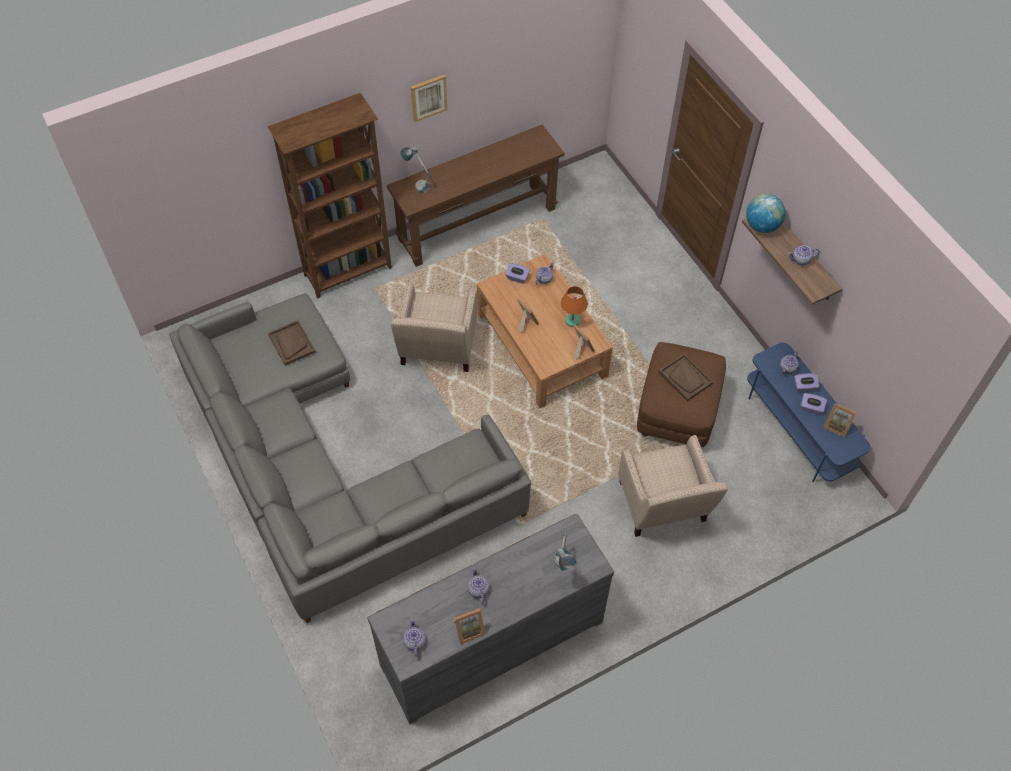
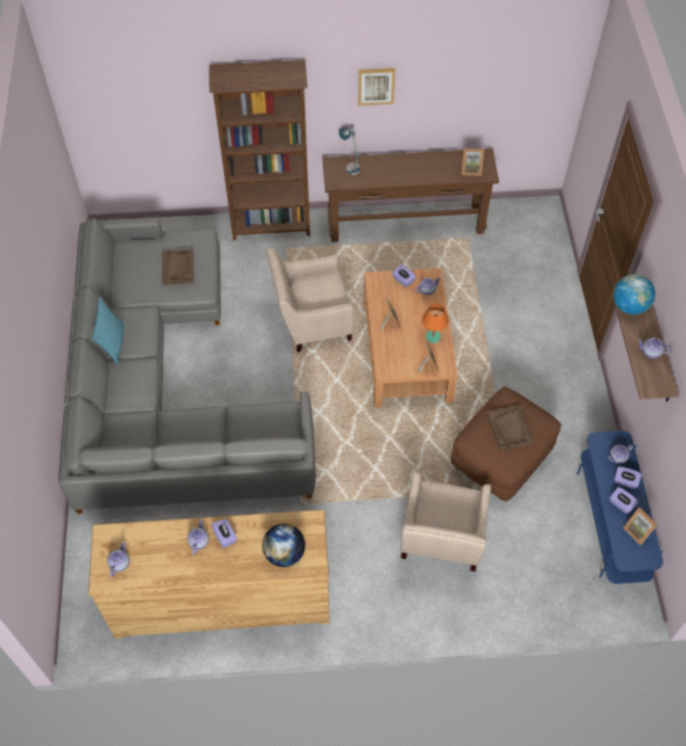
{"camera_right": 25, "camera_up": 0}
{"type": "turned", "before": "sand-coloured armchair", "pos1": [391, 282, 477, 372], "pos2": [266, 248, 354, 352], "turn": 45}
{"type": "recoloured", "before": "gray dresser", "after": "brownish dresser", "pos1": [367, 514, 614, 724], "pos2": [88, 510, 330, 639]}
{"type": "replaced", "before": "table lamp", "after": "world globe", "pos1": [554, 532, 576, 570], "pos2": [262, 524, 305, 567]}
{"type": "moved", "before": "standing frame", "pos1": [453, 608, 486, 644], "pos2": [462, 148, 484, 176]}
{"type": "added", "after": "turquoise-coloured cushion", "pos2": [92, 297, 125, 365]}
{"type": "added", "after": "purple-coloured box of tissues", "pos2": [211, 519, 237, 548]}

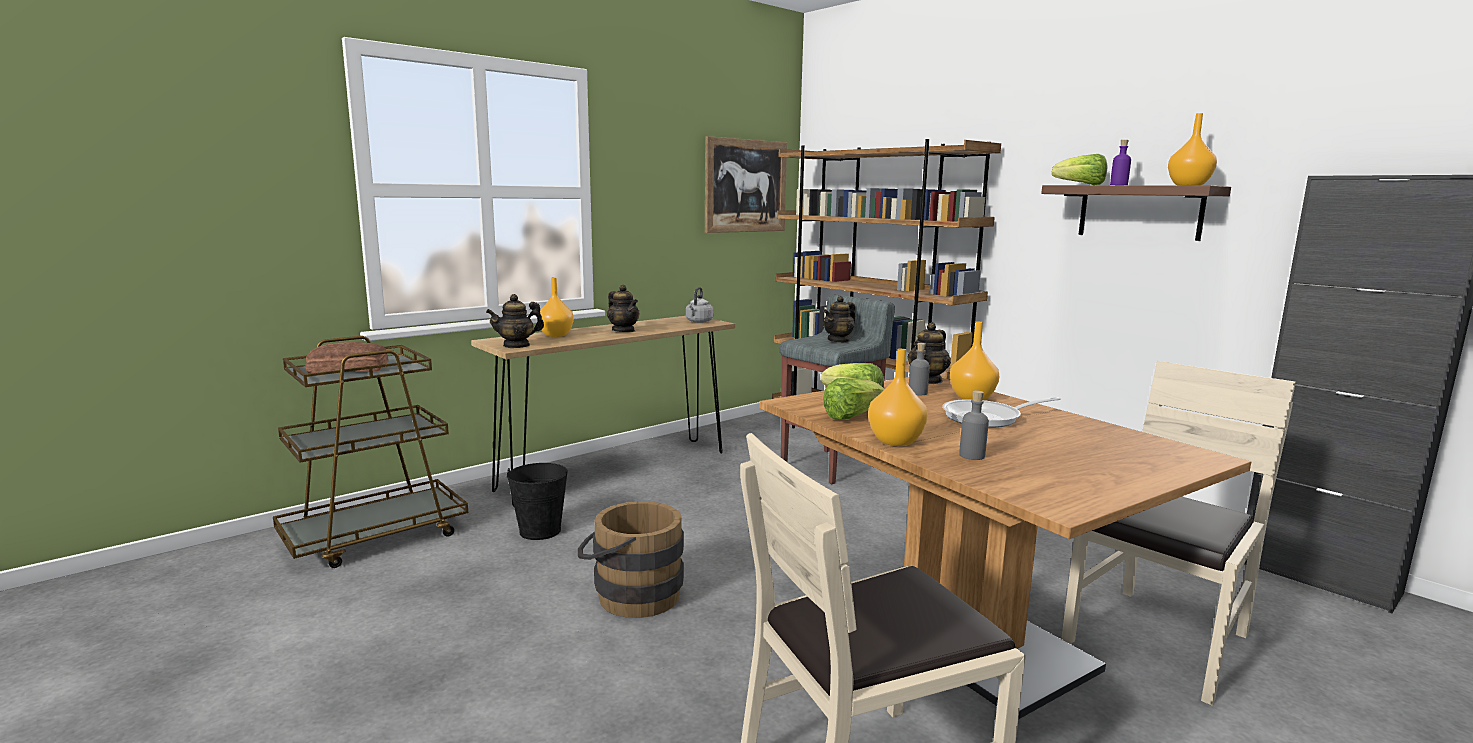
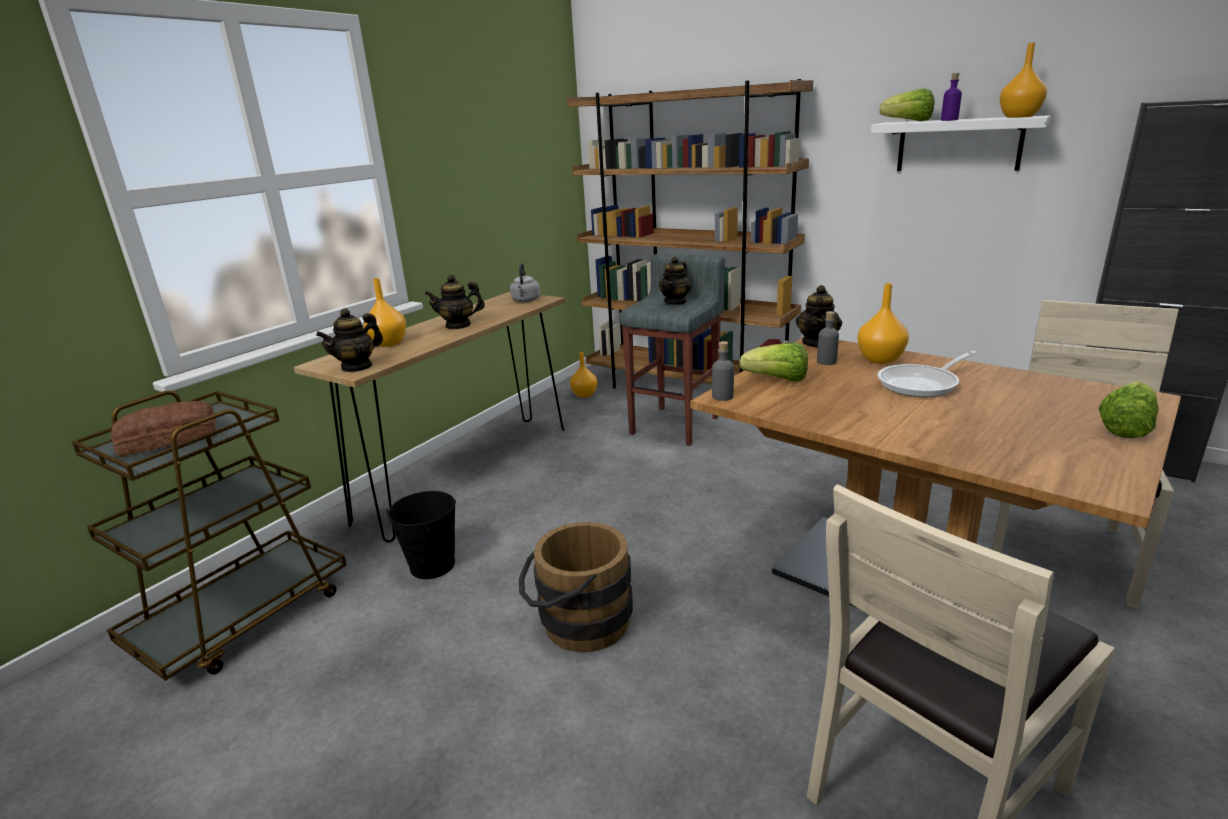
{"camera_right": -15, "camera_up": 10}
{"type": "removed", "before": "wall art", "pos1": [705, 136, 787, 233]}
{"type": "recoloured", "before": "brownish bracket shelf", "after": "white-coloured bracket shelf", "pos1": [1041, 185, 1231, 241], "pos2": [871, 115, 1051, 171]}
{"type": "turned", "before": "tea pot", "pos1": [607, 285, 639, 332], "pos2": [425, 275, 485, 329], "turn": 135}
{"type": "moved", "before": "orange decorative vase", "pos1": [868, 348, 928, 446], "pos2": [570, 352, 597, 398]}
{"type": "moved", "before": "lettuce", "pos1": [823, 378, 885, 420], "pos2": [1098, 382, 1158, 438]}
{"type": "moved", "before": "gray bottle", "pos1": [959, 390, 989, 460], "pos2": [712, 341, 734, 401]}

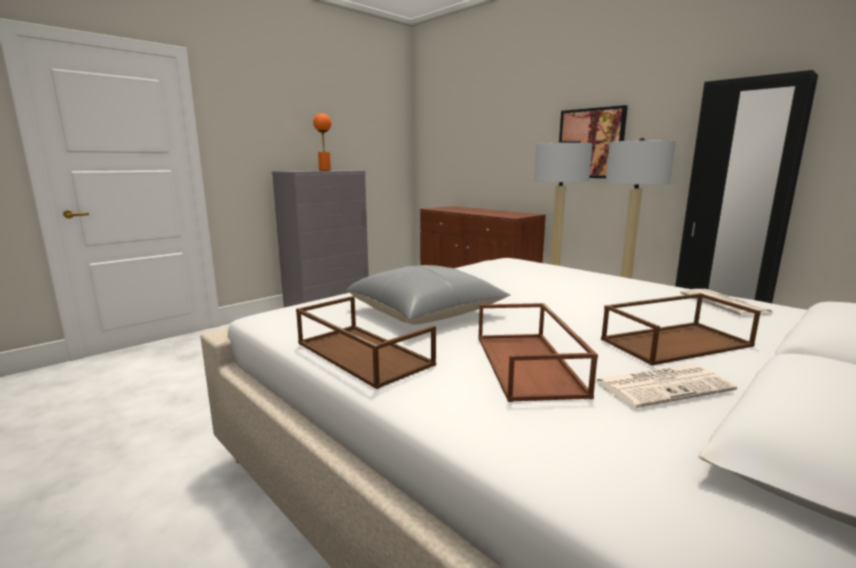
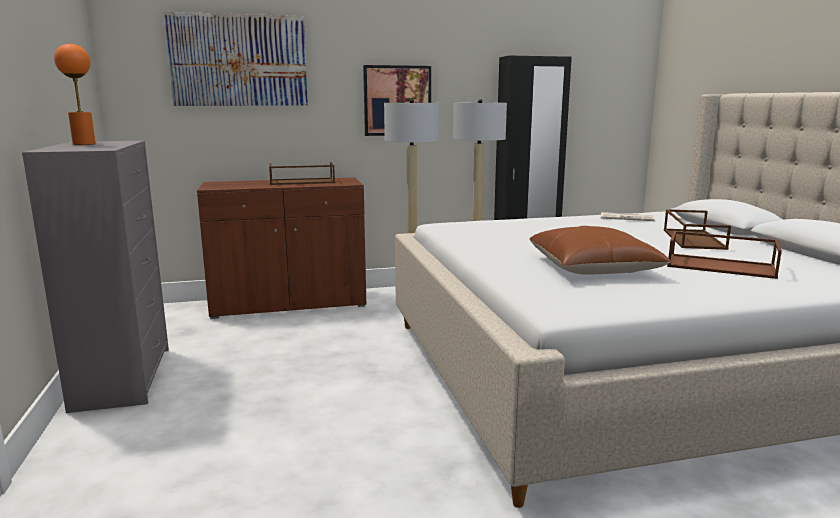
{"camera_right": -60, "camera_up": 0}
{"type": "recoloured", "before": "gray cushion", "after": "brownish cushion", "pos1": [347, 265, 510, 325], "pos2": [530, 226, 671, 275]}
{"type": "moved", "before": "brownish tray", "pos1": [296, 296, 436, 389], "pos2": [269, 162, 335, 185]}
{"type": "removed", "before": "printed paper", "pos1": [595, 364, 737, 408]}
{"type": "added", "after": "wall art", "pos2": [164, 12, 308, 106]}

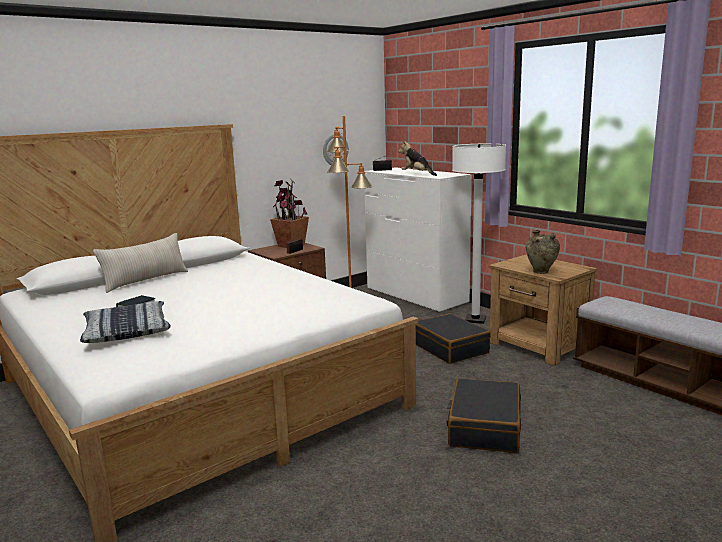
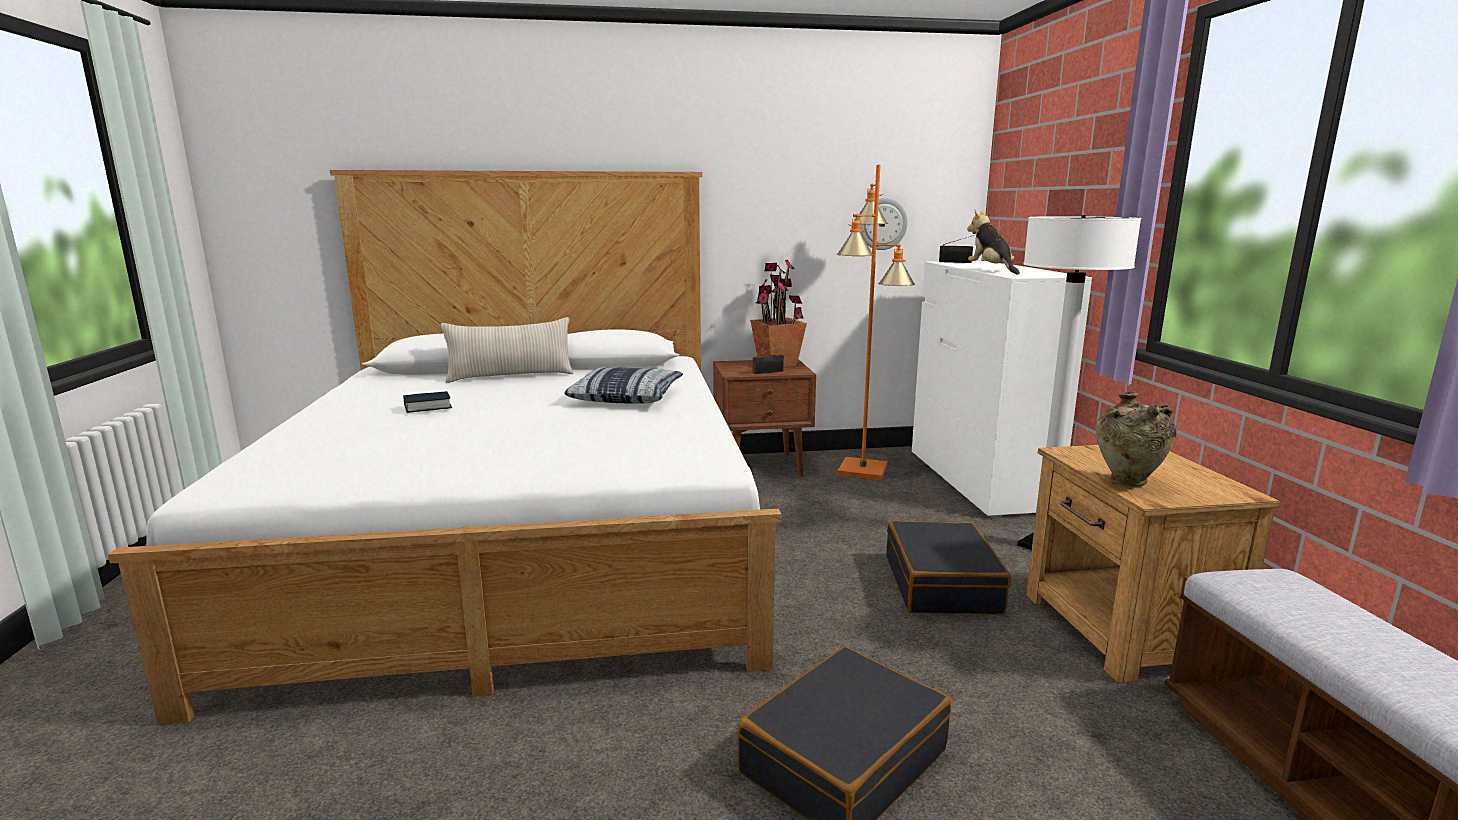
{"camera_right": 30, "camera_up": 0}
{"type": "moved", "before": "cushion", "pos1": [80, 301, 171, 343], "pos2": [564, 367, 683, 403]}

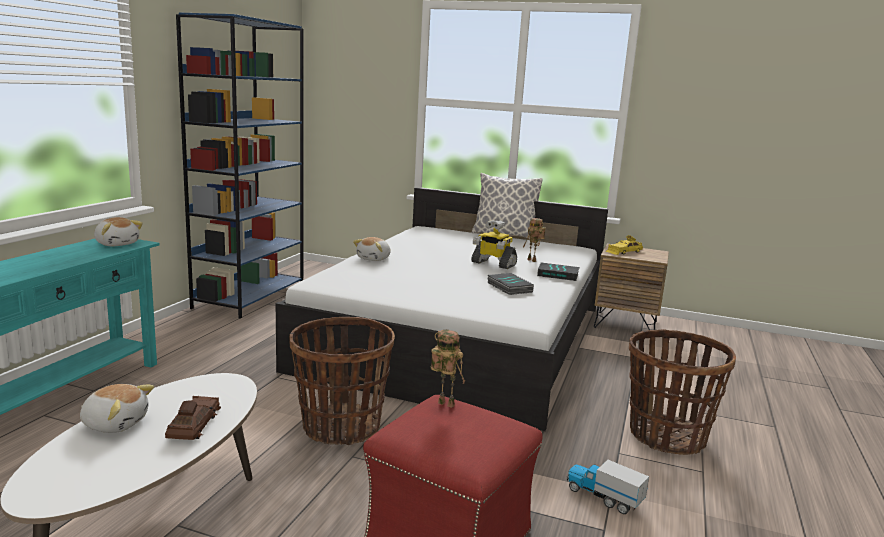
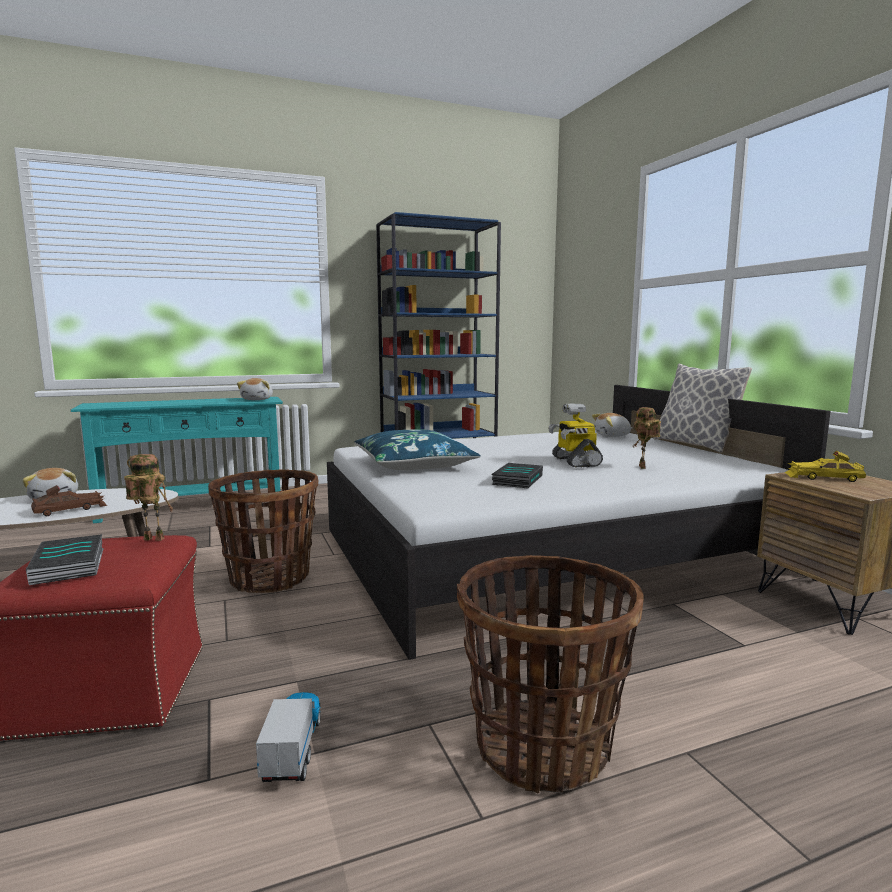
{"camera_right": 50, "camera_up": -5}
{"type": "moved", "before": "soft toy", "pos1": [353, 237, 391, 261], "pos2": [592, 413, 633, 437]}
{"type": "moved", "before": "volume", "pos1": [537, 263, 580, 281], "pos2": [26, 534, 104, 585]}
{"type": "turned", "before": "robot figure", "pos1": [431, 330, 465, 408], "pos2": [124, 454, 173, 541], "turn": -75}
{"type": "added", "after": "blue-coloured cushion", "pos2": [354, 429, 481, 470]}

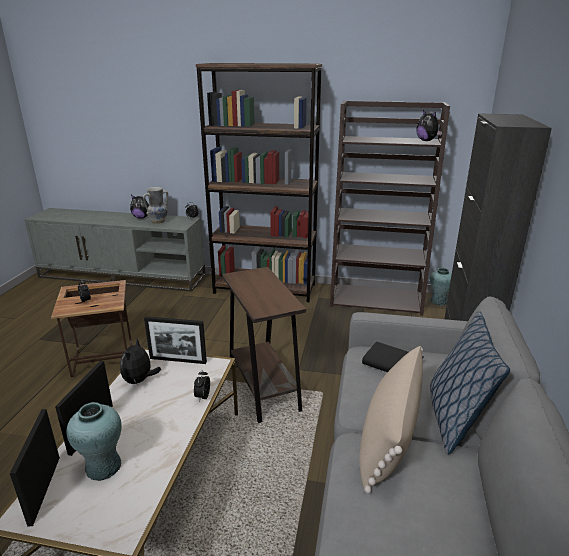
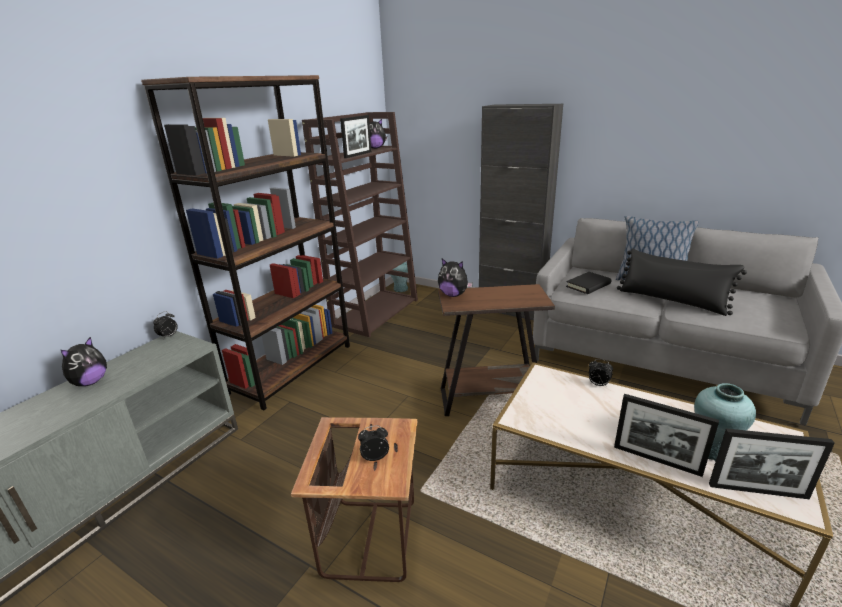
{"camera_right": -70, "camera_up": 0}
{"type": "removed", "before": "decorative vase", "pos1": [143, 187, 168, 224]}
{"type": "moved", "before": "standing frame", "pos1": [144, 316, 207, 364], "pos2": [340, 115, 371, 158]}
{"type": "moved", "before": "soft toy", "pos1": [120, 339, 161, 384], "pos2": [438, 259, 473, 297]}
{"type": "recoloured", "before": "sand-coloured cushion", "after": "black-coloured cushion", "pos1": [359, 346, 423, 494], "pos2": [617, 248, 747, 316]}

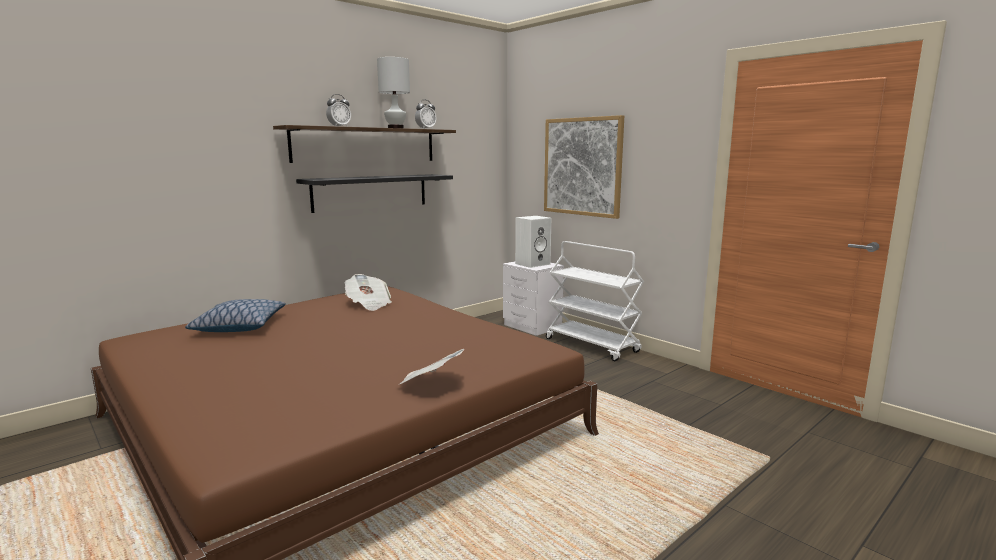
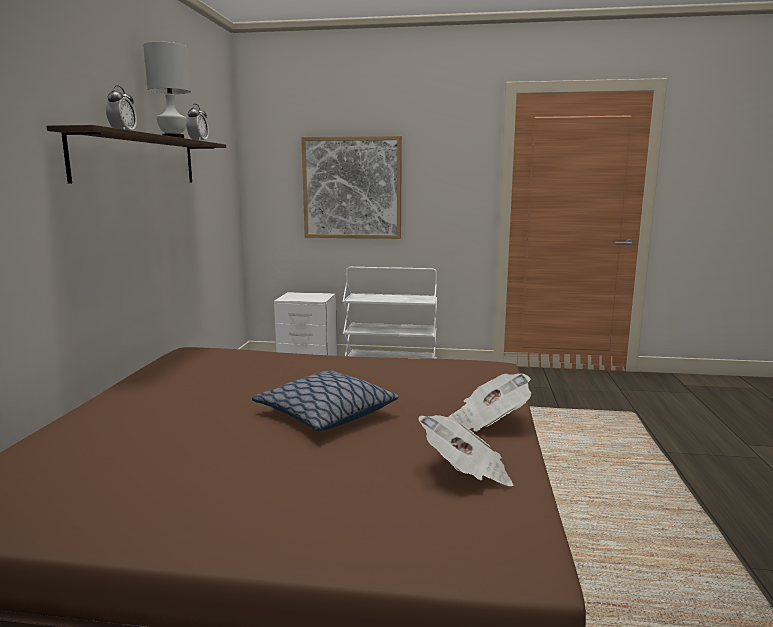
{"camera_right": -40, "camera_up": 0}
{"type": "removed", "before": "black-coloured bracket shelf", "pos1": [296, 174, 453, 213]}
{"type": "removed", "before": "white-coloured speaker", "pos1": [515, 216, 551, 268]}
{"type": "moved", "before": "printed paper", "pos1": [345, 274, 392, 311], "pos2": [419, 415, 513, 486]}
{"type": "moved", "before": "cushion", "pos1": [185, 299, 285, 332], "pos2": [252, 371, 399, 431]}

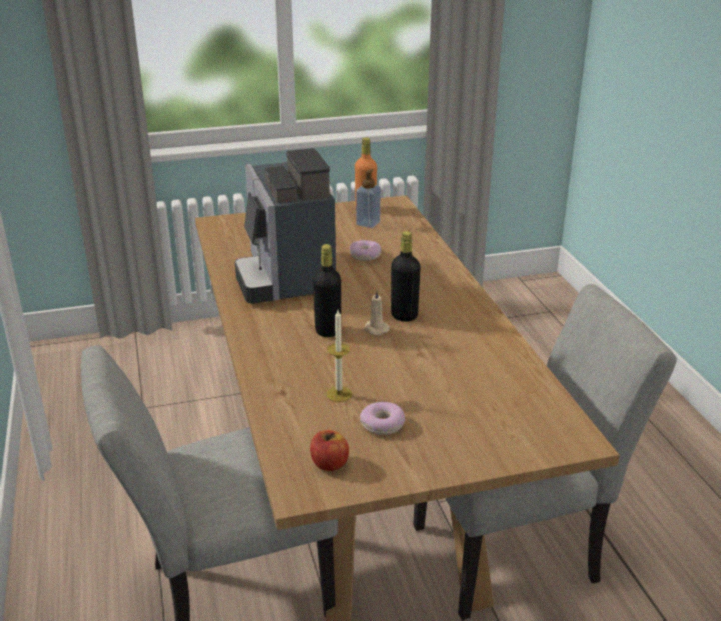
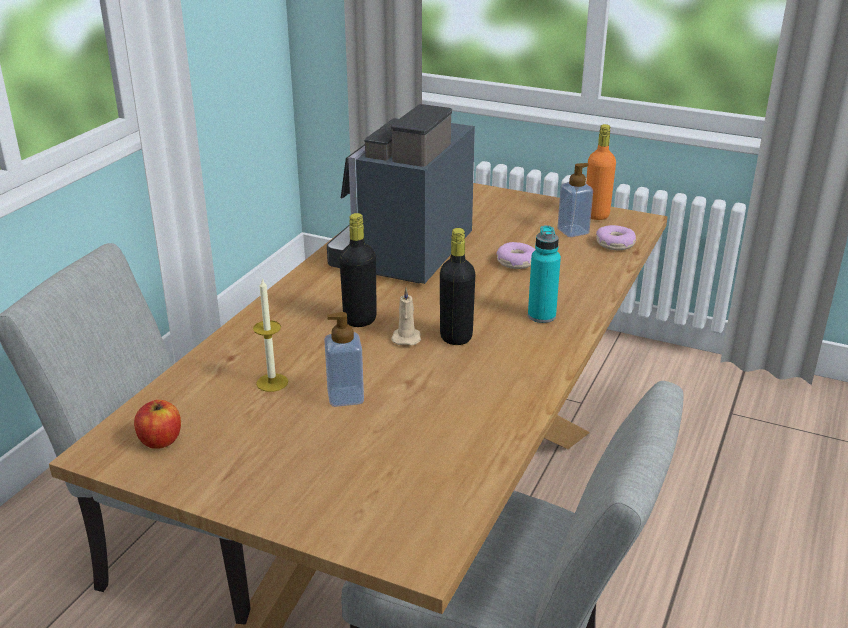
{"camera_right": 40, "camera_up": 0}
{"type": "moved", "before": "ring doughnut", "pos1": [360, 402, 405, 435], "pos2": [596, 225, 636, 250]}
{"type": "added", "after": "turquoise-coloured bottle", "pos2": [528, 225, 561, 323]}
{"type": "added", "after": "soap bottle", "pos2": [324, 312, 364, 407]}

